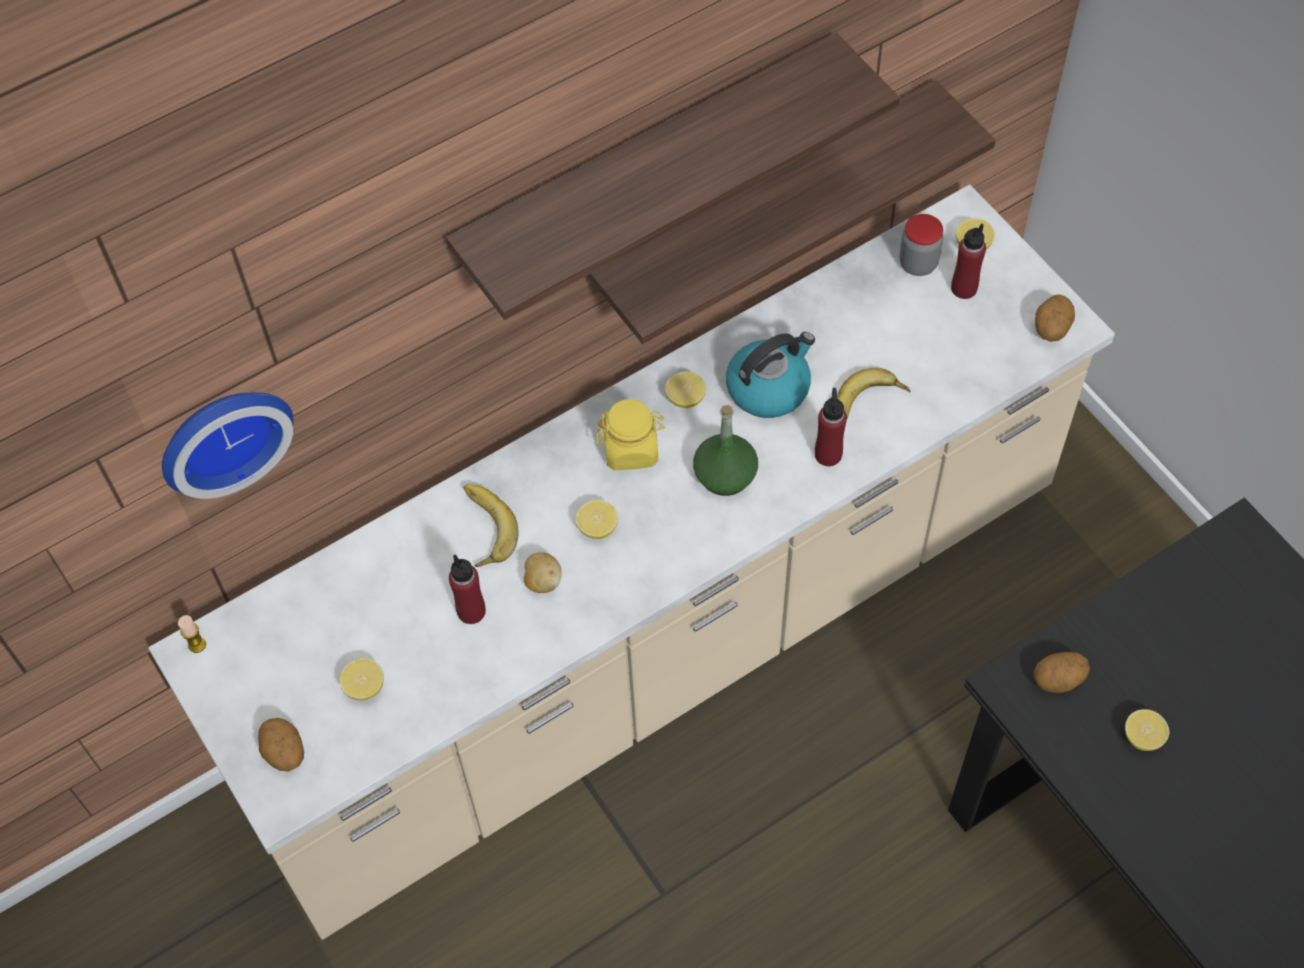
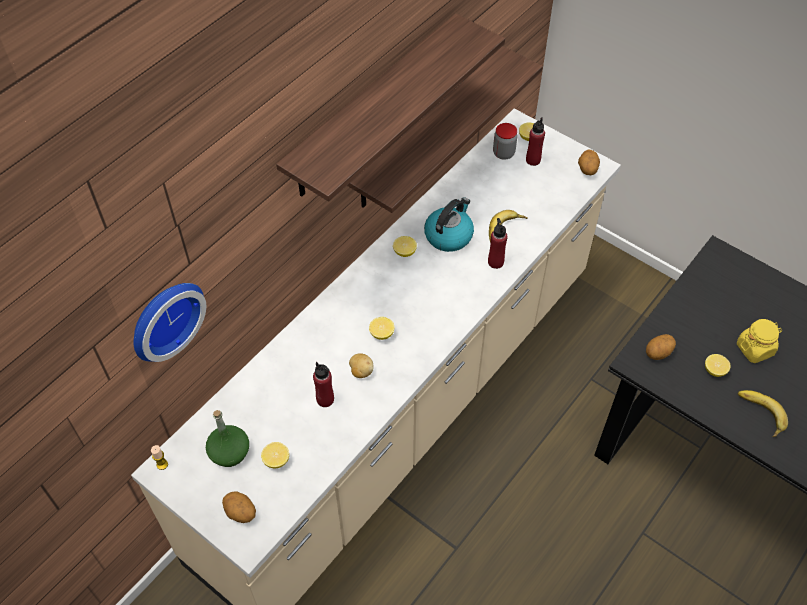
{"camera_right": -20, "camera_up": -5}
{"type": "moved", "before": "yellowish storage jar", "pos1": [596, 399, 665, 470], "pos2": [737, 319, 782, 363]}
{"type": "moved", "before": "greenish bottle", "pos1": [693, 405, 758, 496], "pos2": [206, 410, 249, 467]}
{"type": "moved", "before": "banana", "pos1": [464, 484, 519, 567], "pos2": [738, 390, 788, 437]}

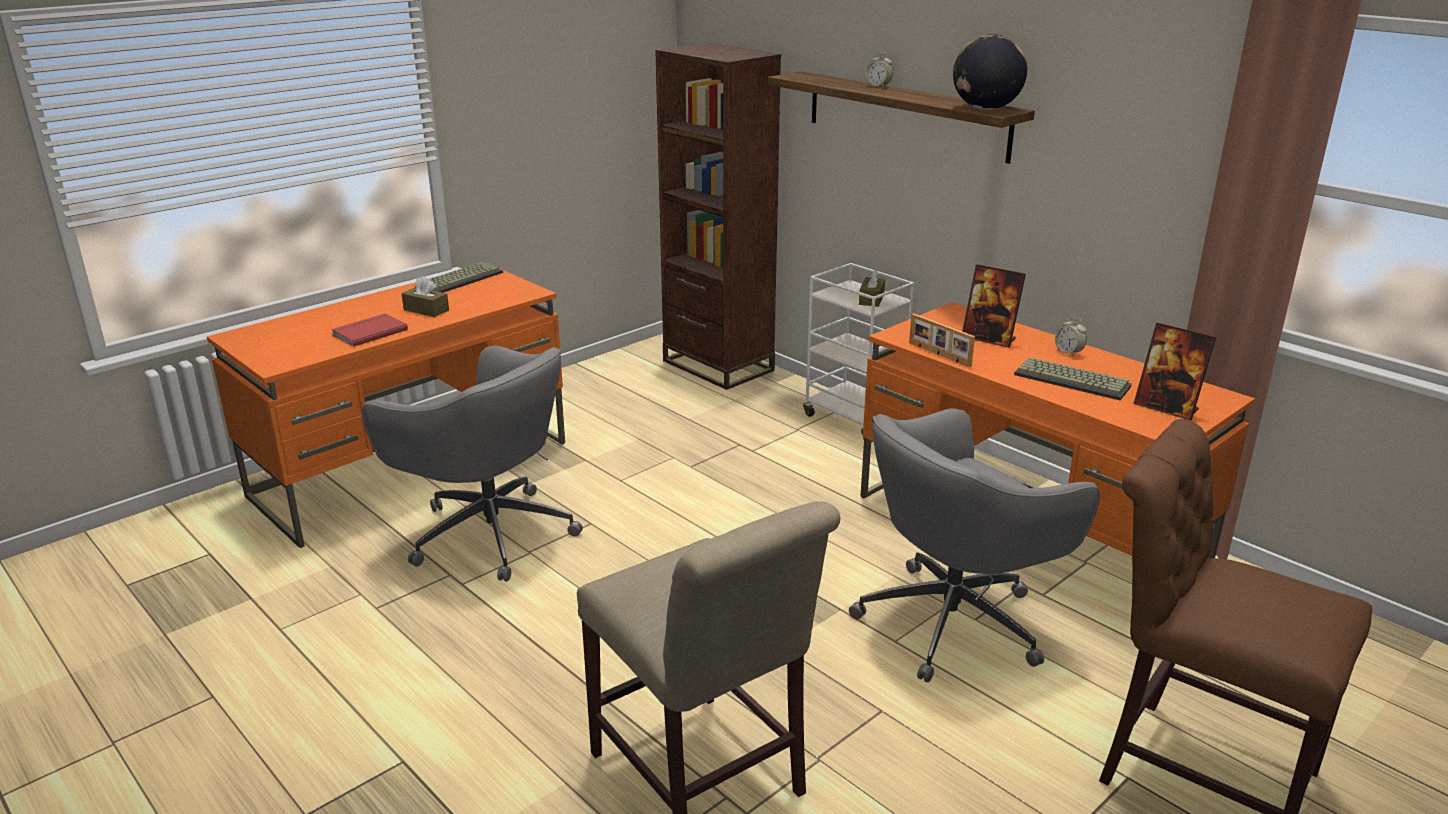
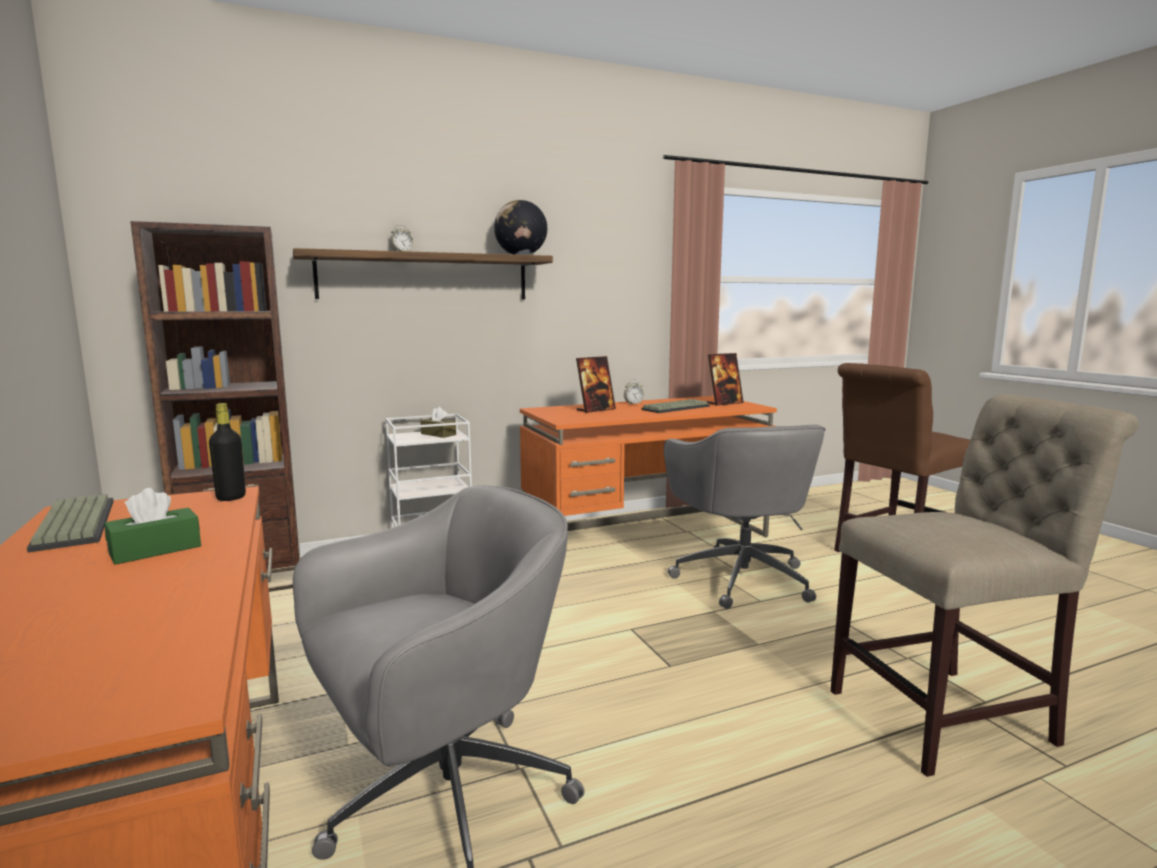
{"camera_right": -70, "camera_up": -15}
{"type": "recoloured", "before": "brownish box of tissues", "after": "greenish box of tissues", "pos1": [401, 276, 449, 317], "pos2": [104, 488, 201, 565]}
{"type": "removed", "before": "standing frame", "pos1": [909, 313, 975, 367]}
{"type": "removed", "before": "red-coloured volume", "pos1": [331, 314, 408, 347]}
{"type": "added", "after": "black-coloured bottle", "pos2": [209, 403, 246, 501]}

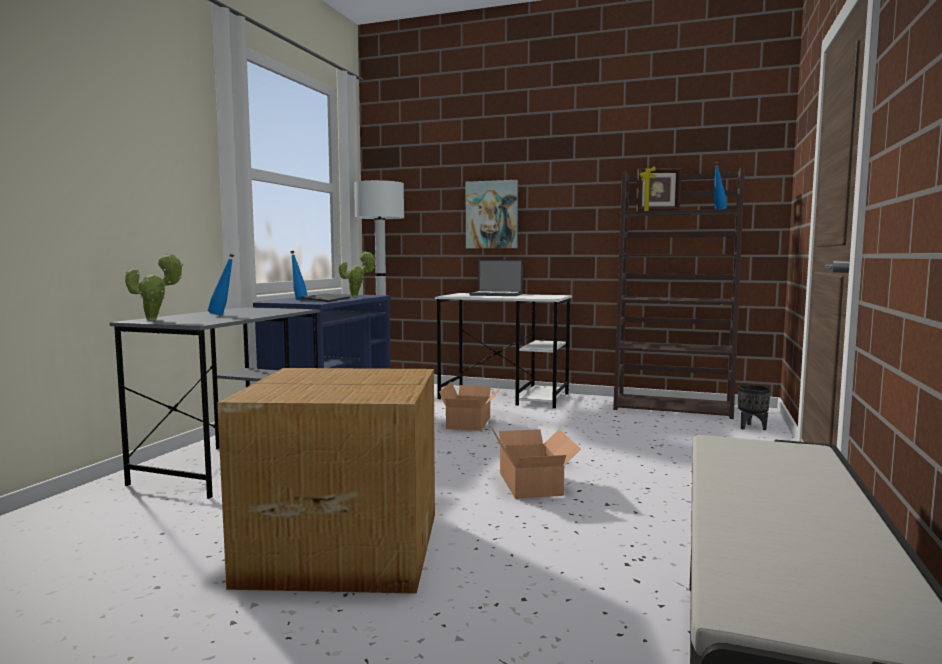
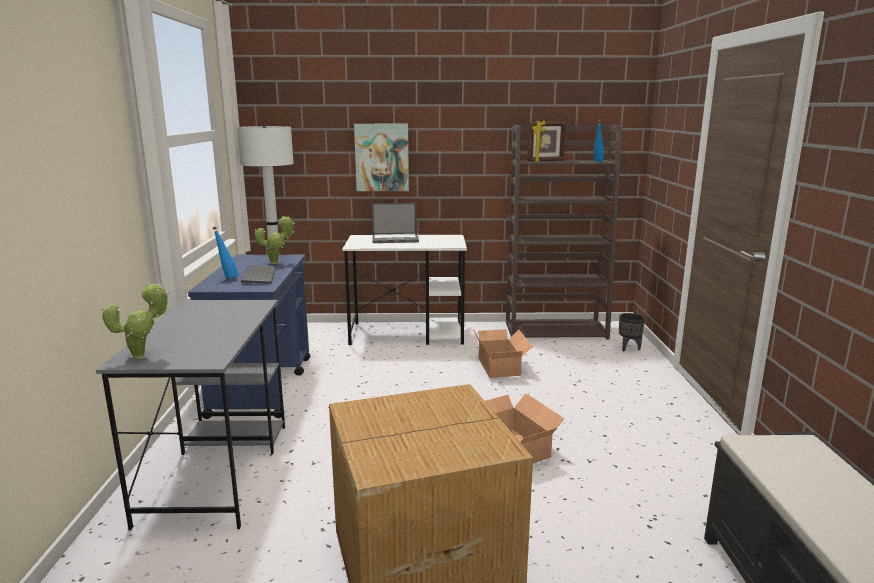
{"camera_right": -20, "camera_up": 10}
{"type": "removed", "before": "blue-coloured bottle", "pos1": [208, 254, 234, 315]}
{"type": "moved", "before": "carton", "pos1": [439, 382, 502, 431], "pos2": [473, 329, 533, 378]}

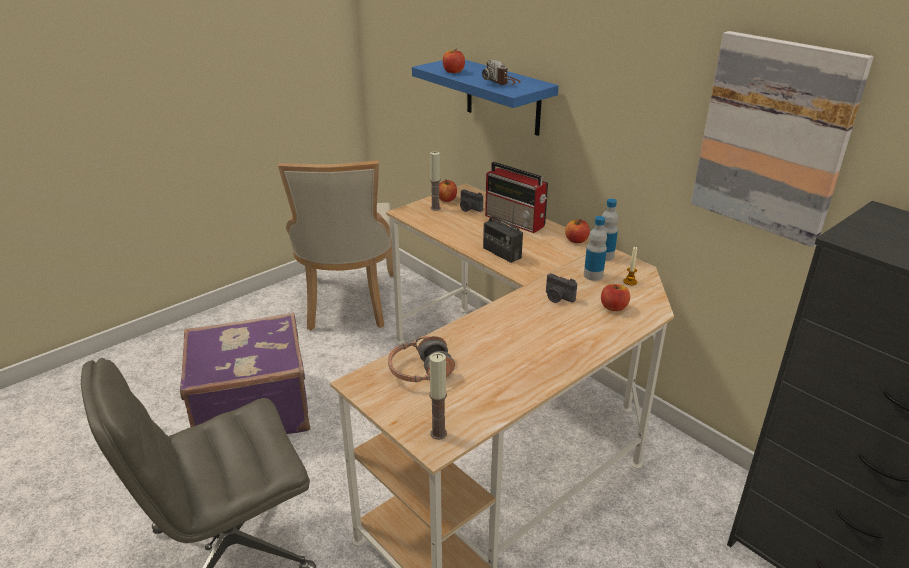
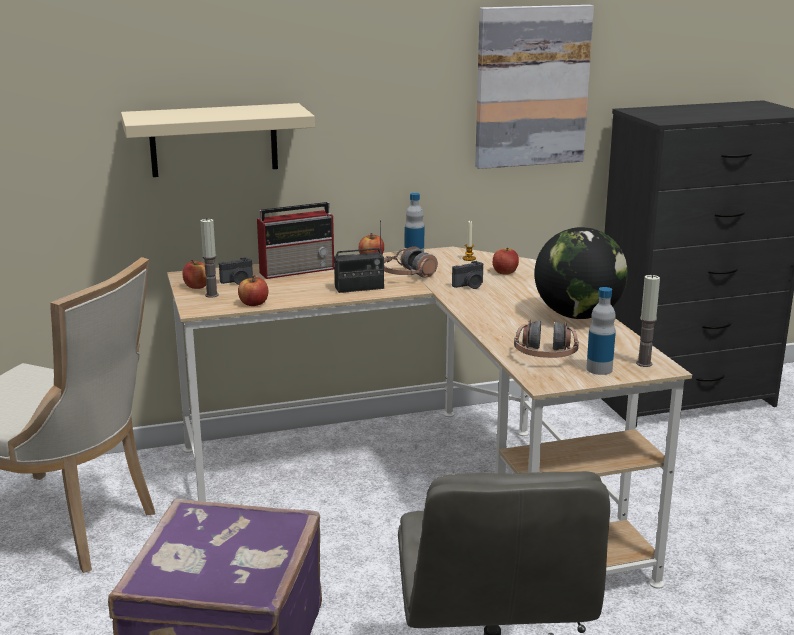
{"camera_right": -65, "camera_up": -10}
{"type": "moved", "before": "apple", "pos1": [443, 48, 465, 73], "pos2": [238, 275, 268, 306]}
{"type": "removed", "before": "photo camera", "pos1": [482, 59, 521, 85]}
{"type": "recoloured", "before": "blue-coloured bracket shelf", "after": "sand-coloured bracket shelf", "pos1": [412, 60, 559, 136], "pos2": [121, 103, 315, 177]}
{"type": "moved", "before": "bottle", "pos1": [584, 216, 607, 281], "pos2": [586, 287, 616, 375]}
{"type": "added", "after": "world globe", "pos2": [534, 227, 628, 319]}
{"type": "added", "after": "headset", "pos2": [384, 247, 438, 278]}

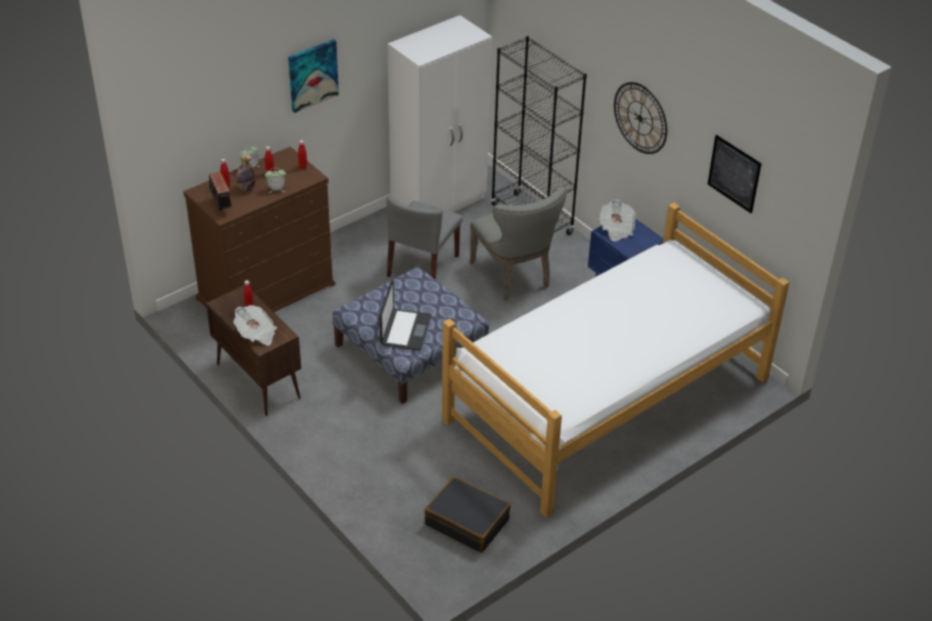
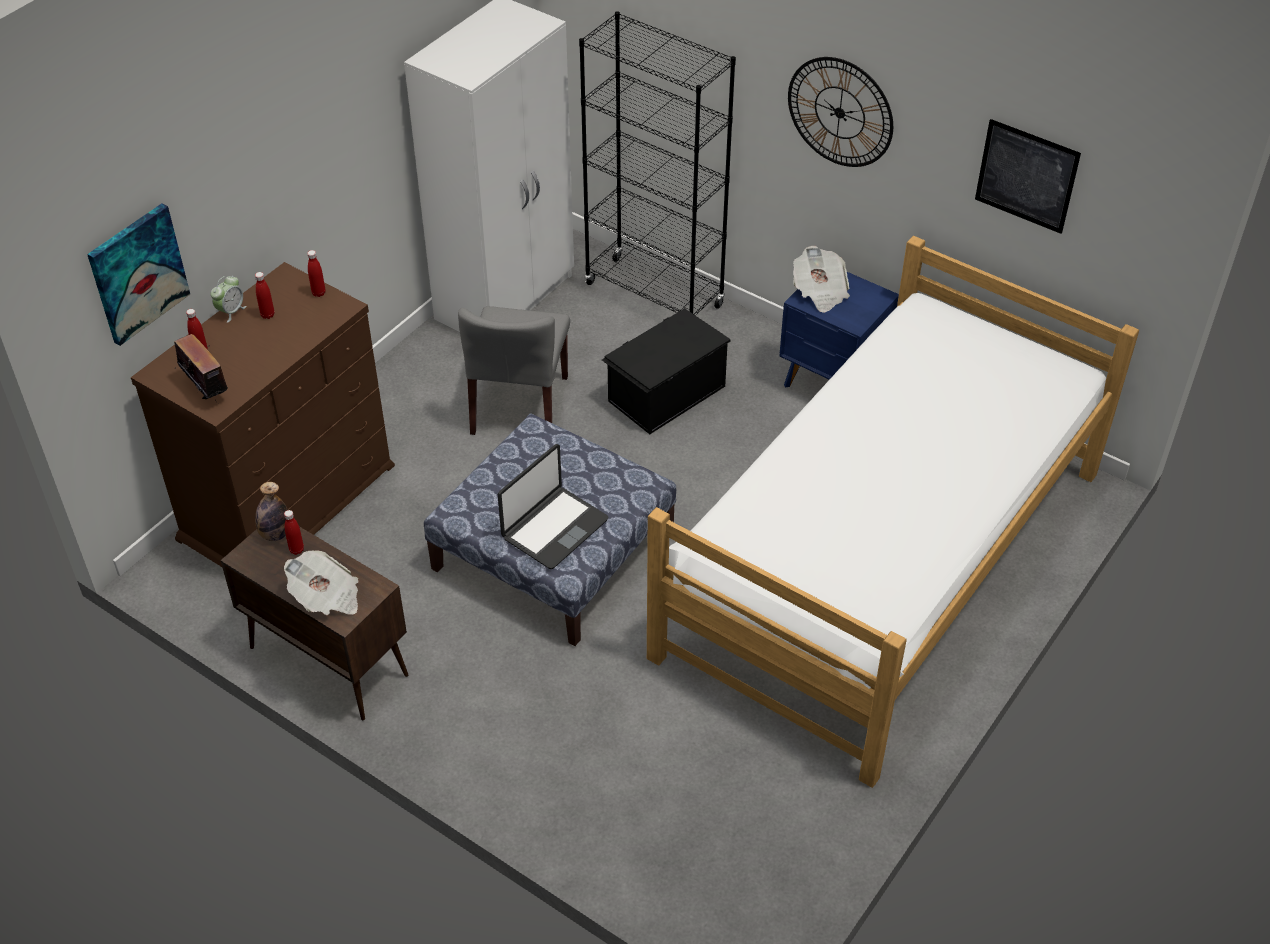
{"camera_right": -15, "camera_up": 5}
{"type": "moved", "before": "wall art", "pos1": [288, 39, 339, 113], "pos2": [87, 203, 190, 346]}
{"type": "moved", "before": "bottle", "pos1": [236, 155, 255, 191], "pos2": [255, 482, 288, 541]}
{"type": "removed", "before": "alarm clock", "pos1": [265, 168, 286, 193]}
{"type": "replaced", "before": "gray upright chair", "after": "black-coloured storage bin", "pos1": [469, 187, 567, 300], "pos2": [602, 308, 731, 434]}
{"type": "turned", "before": "notebook computer", "pos1": [379, 280, 432, 350], "pos2": [498, 444, 608, 569], "turn": 45}
{"type": "removed", "before": "black-coloured suitcase", "pos1": [424, 477, 511, 553]}

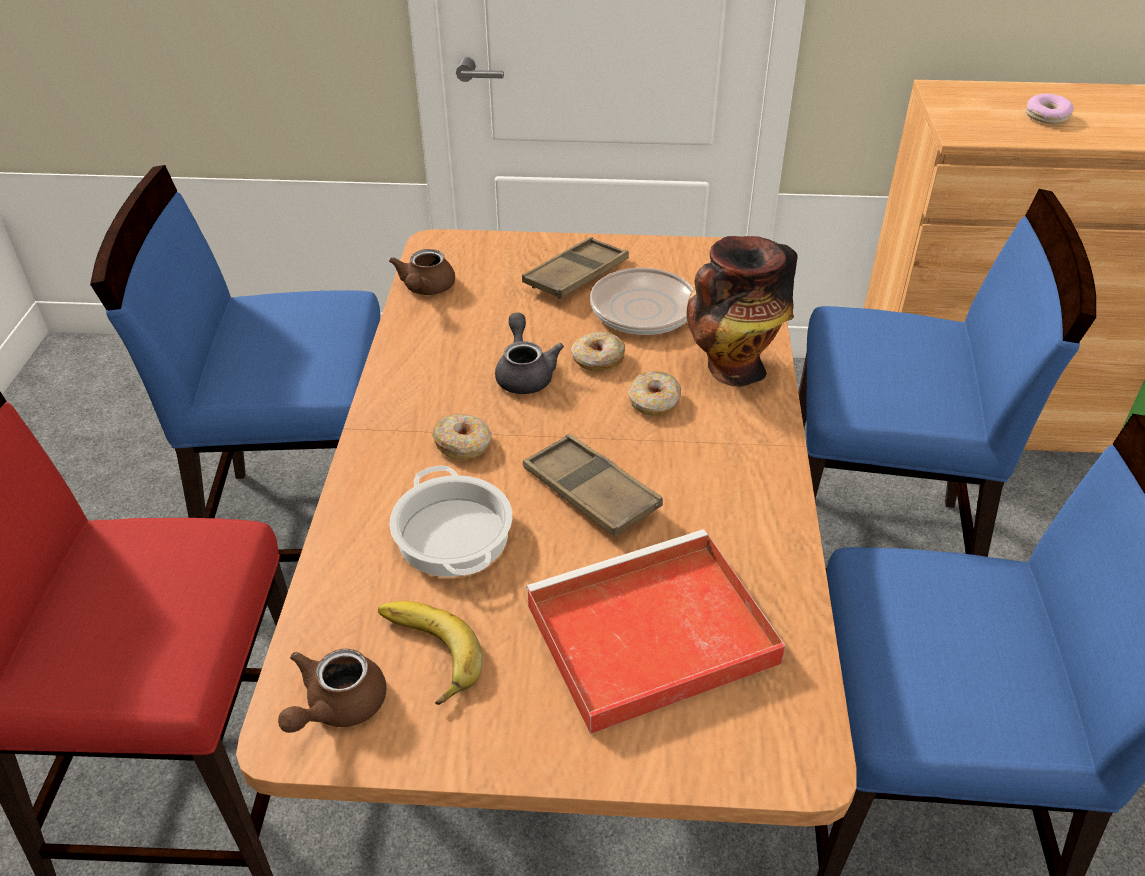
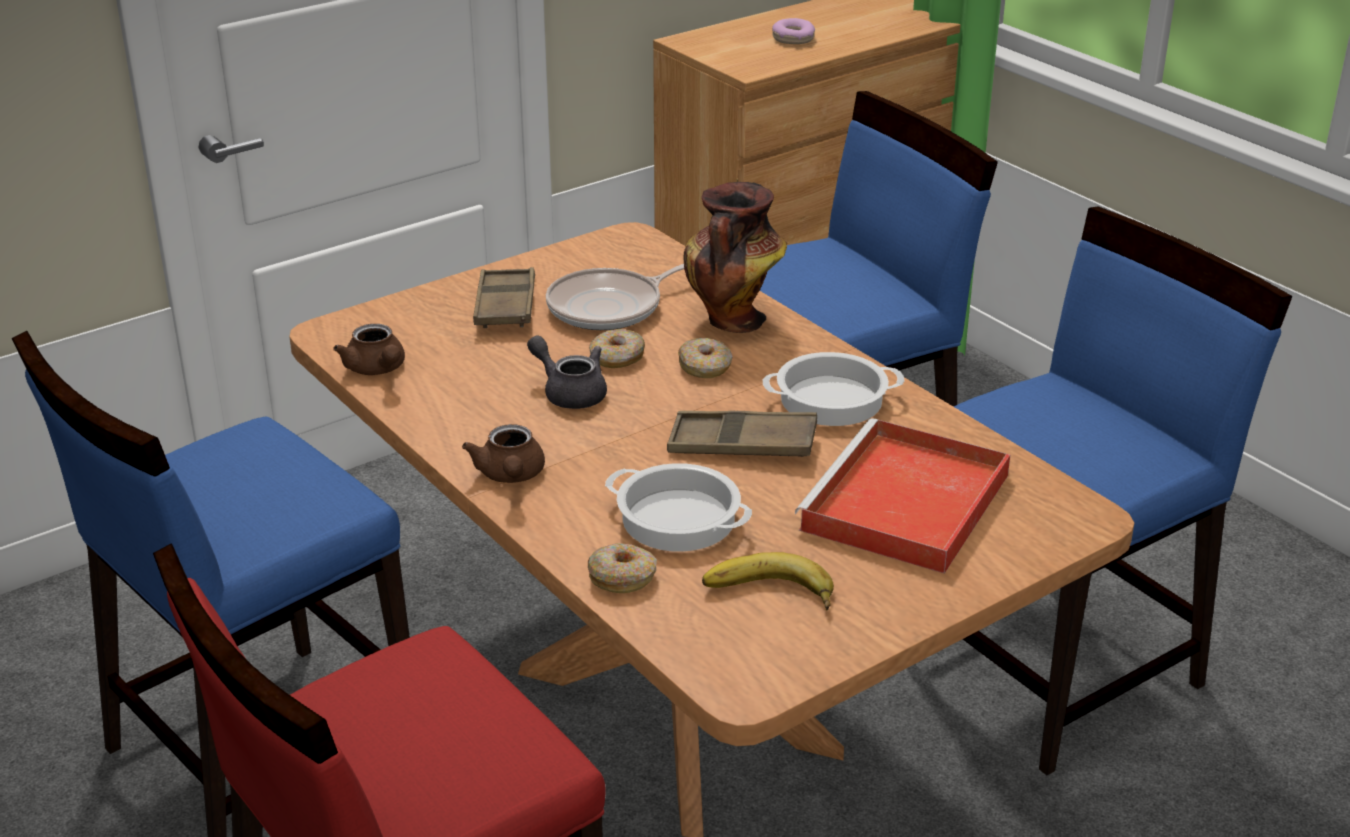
{"camera_right": -40, "camera_up": -10}
{"type": "moved", "before": "ring doughnut", "pos1": [432, 414, 492, 460], "pos2": [588, 543, 657, 593]}
{"type": "moved", "before": "brownish tea pot", "pos1": [278, 649, 386, 733], "pos2": [462, 424, 545, 483]}
{"type": "added", "after": "stockpot", "pos2": [763, 352, 905, 426]}

